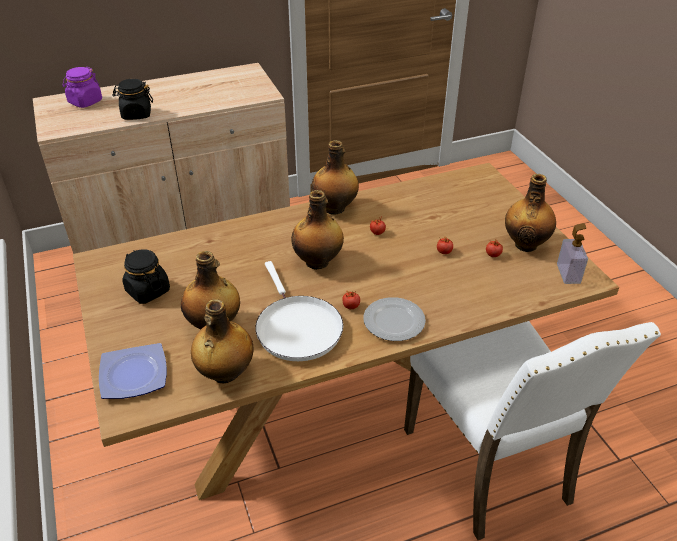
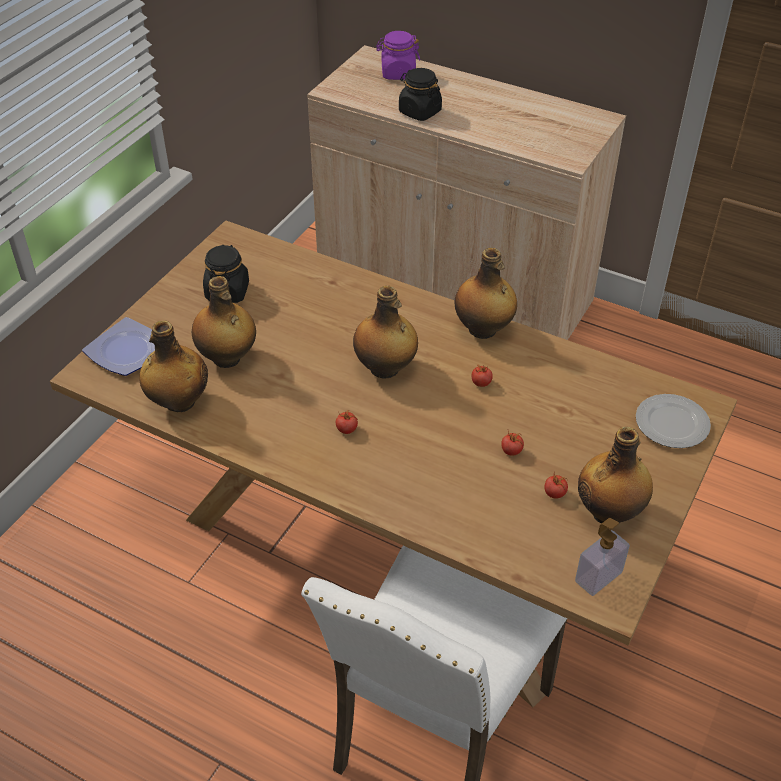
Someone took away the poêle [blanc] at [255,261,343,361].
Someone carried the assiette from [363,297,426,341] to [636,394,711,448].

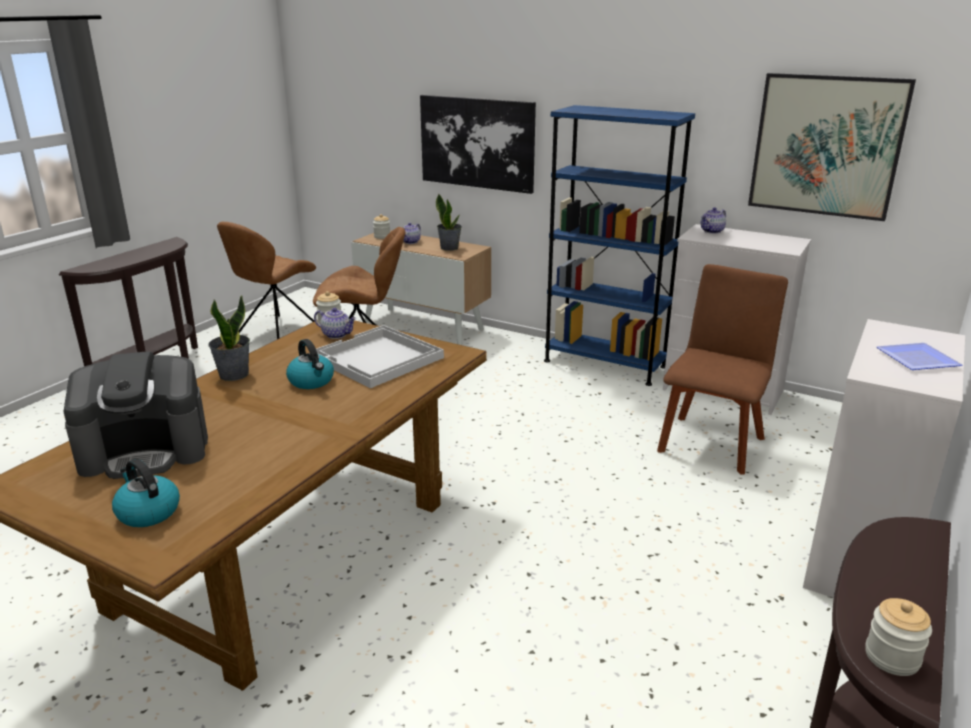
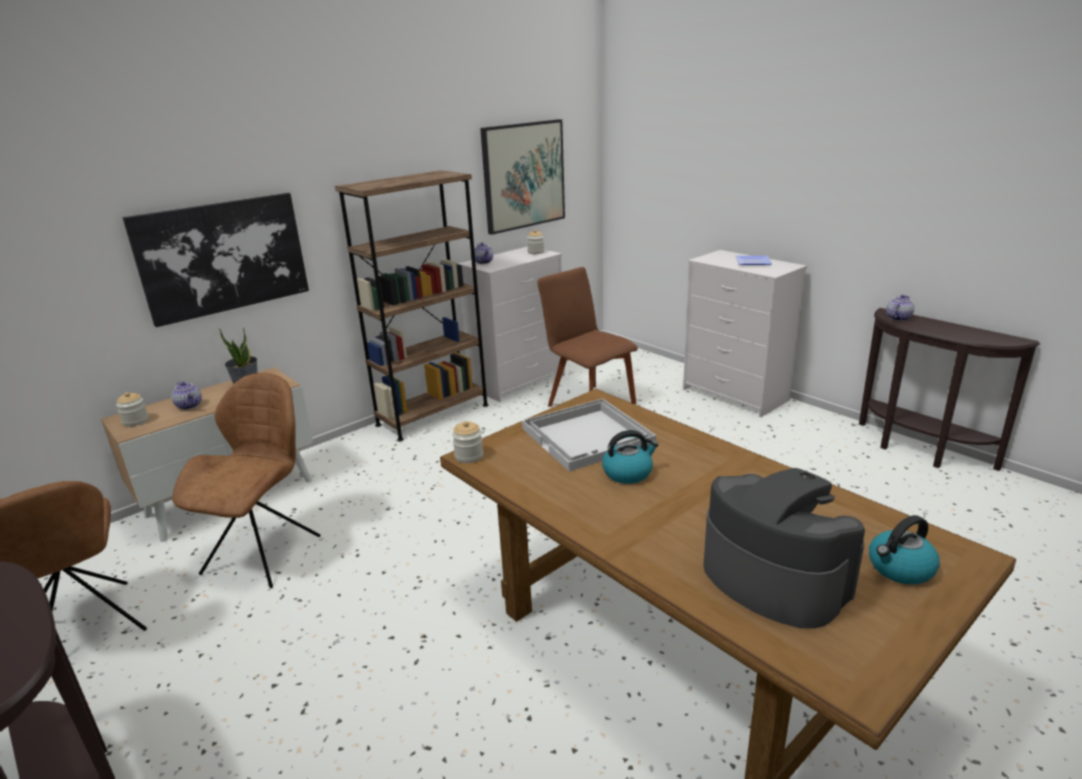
Someone repainted the bibliothèque [bleu] at [544,105,695,386], which became the bibliothèque [marron] at [335,170,489,441].
Someone took away the plante en pot at [208,295,250,381].
Someone carried the théière from [314,308,357,339] to [886,295,914,321].
Someone rotated the machine à café at [64,351,208,479] by 45 degrees counterclockwise.
Someone carried the bocal from [865,598,932,676] to [527,230,544,254].

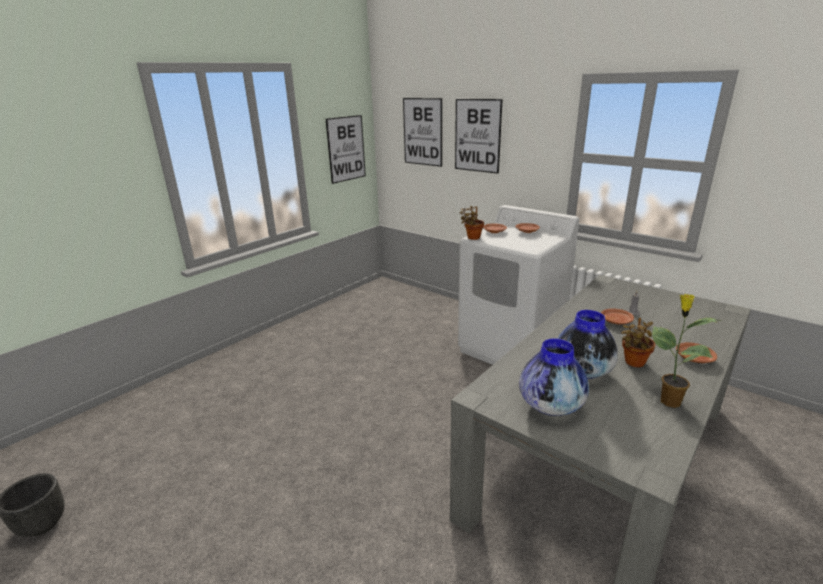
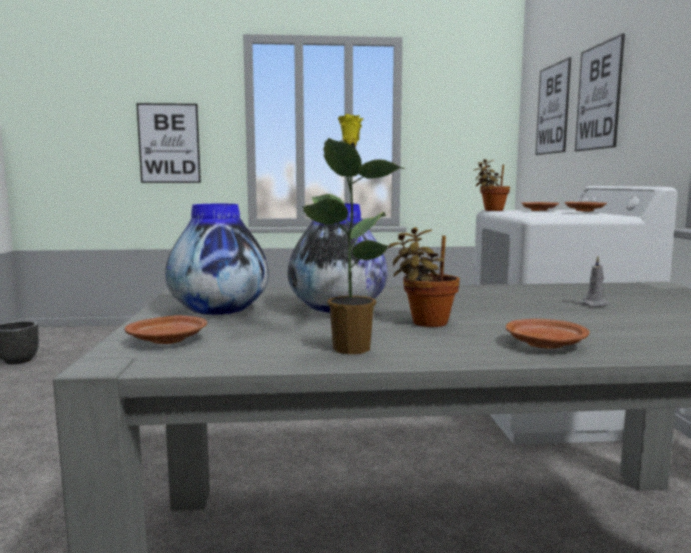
Someone carried the tableau from [326,115,366,184] to [136,103,201,183].
Someone carried the assiette [marron] from [601,308,634,324] to [125,315,207,344].

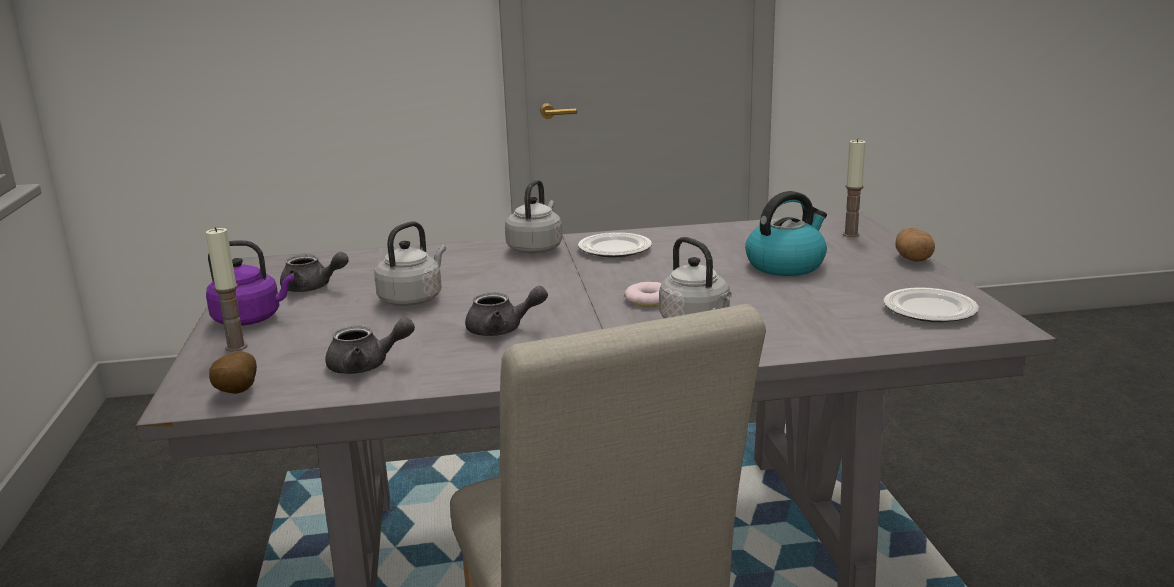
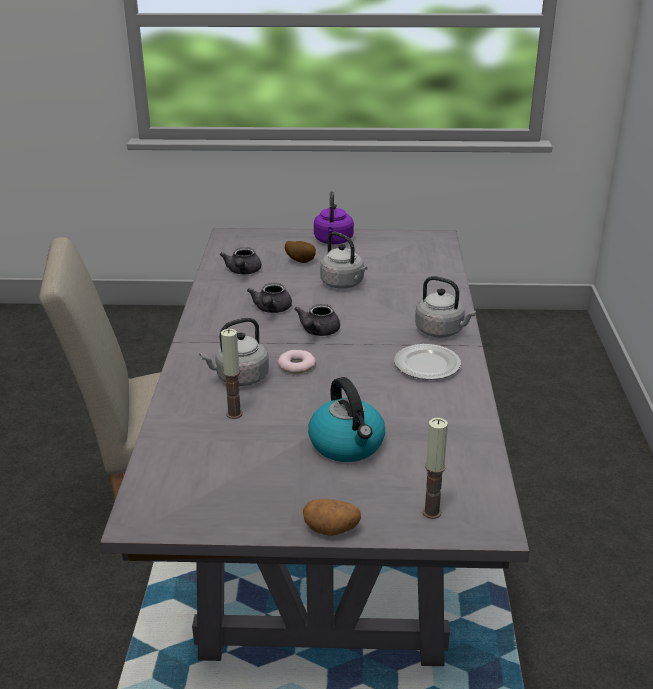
Someone carried the bougie from [205,227,247,352] to [221,329,243,419].
Someone carried the théière [gris] from [280,252,349,292] to [294,304,340,336].
Someone took away the assiette at [883,287,979,322].
Someone carried the pomme de terre from [209,352,257,394] to [285,241,316,263].

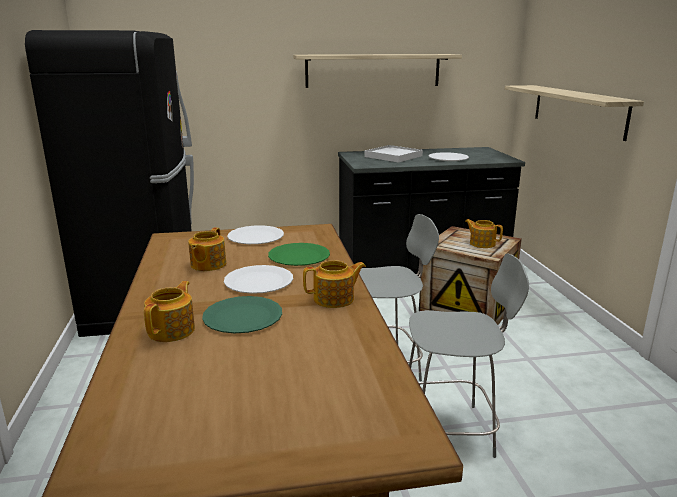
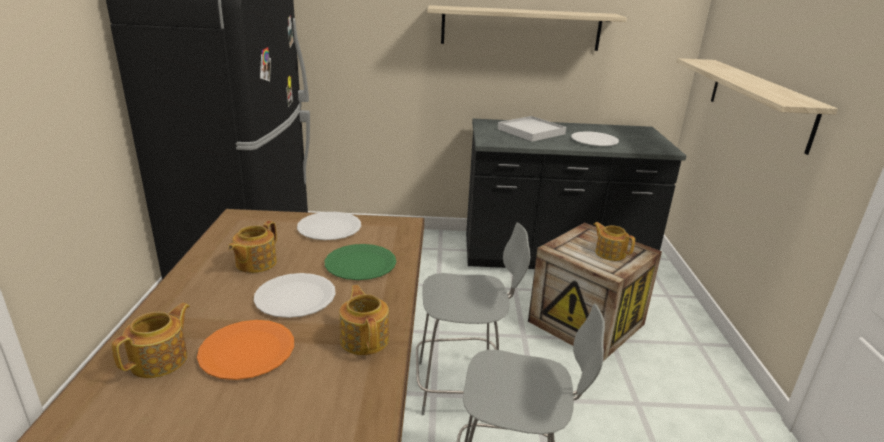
Someone rotated the théière at [303,260,366,308] by 105 degrees counterclockwise.
Someone repainted the assiette [vert] at [202,296,282,333], which became the assiette [orange] at [197,320,294,380].

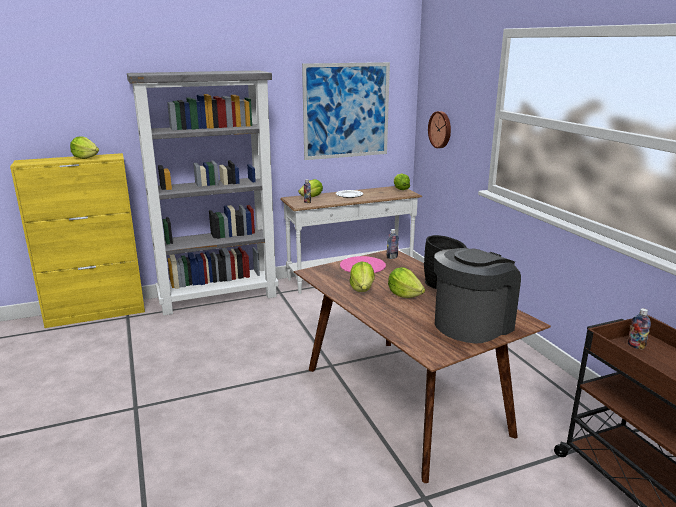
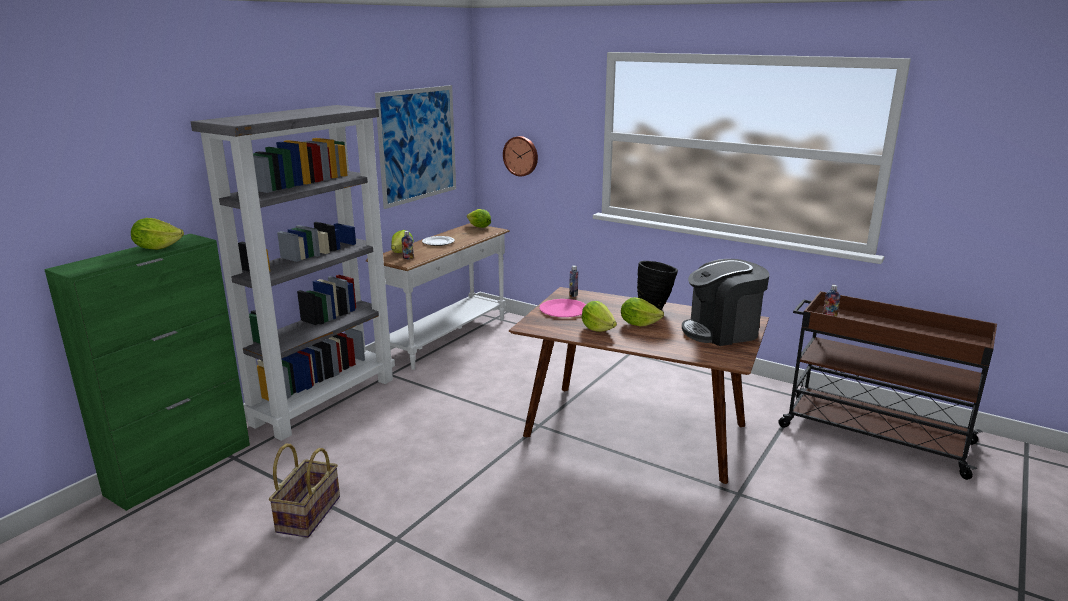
Someone repainted the meuble de rangement [jaune] at [10,153,145,328], which became the meuble de rangement [vert] at [44,234,250,511].
Someone rotated the machine à café at [434,248,521,344] by 120 degrees counterclockwise.
Someone put down the panier at [269,444,340,538].

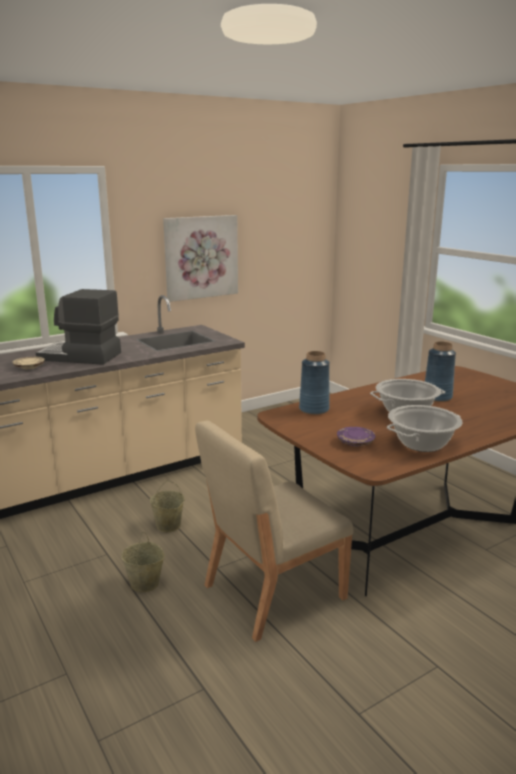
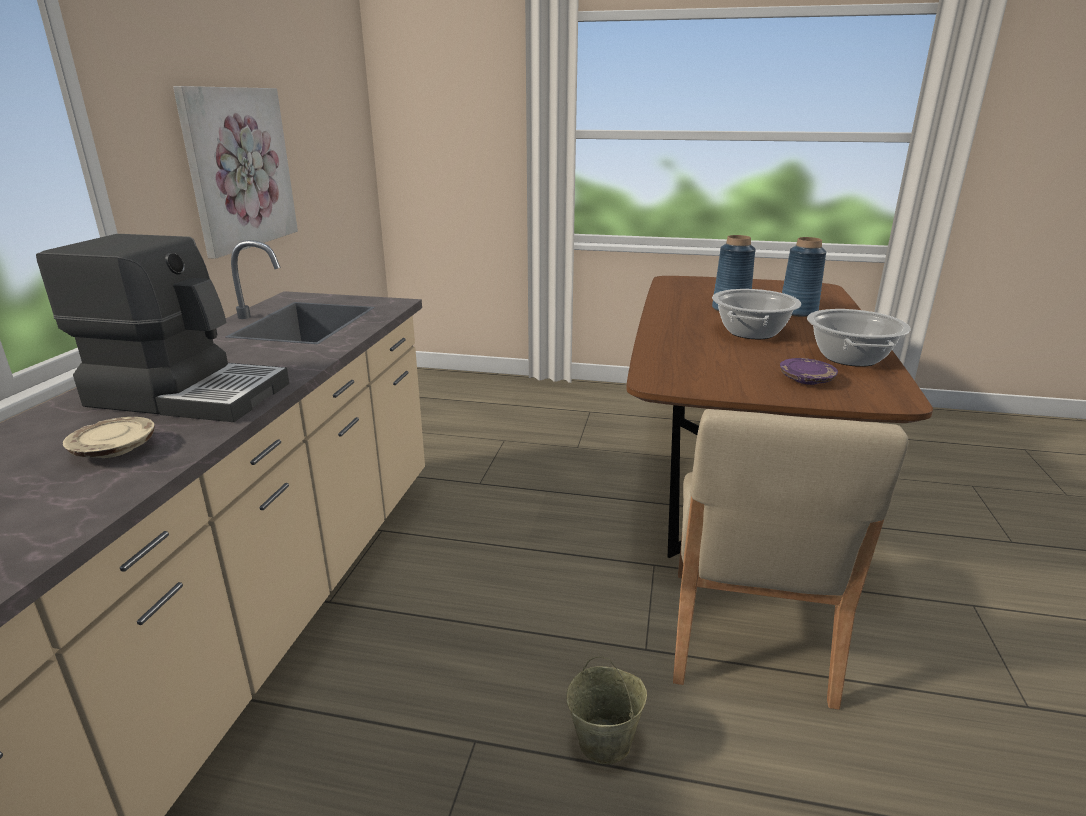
Someone rotated the machine à café at [36,289,121,365] by 135 degrees counterclockwise.
Someone carried the vase [bleu] from [299,351,330,415] to [782,237,827,317].
Someone took away the seau [beige] at [150,481,184,532].

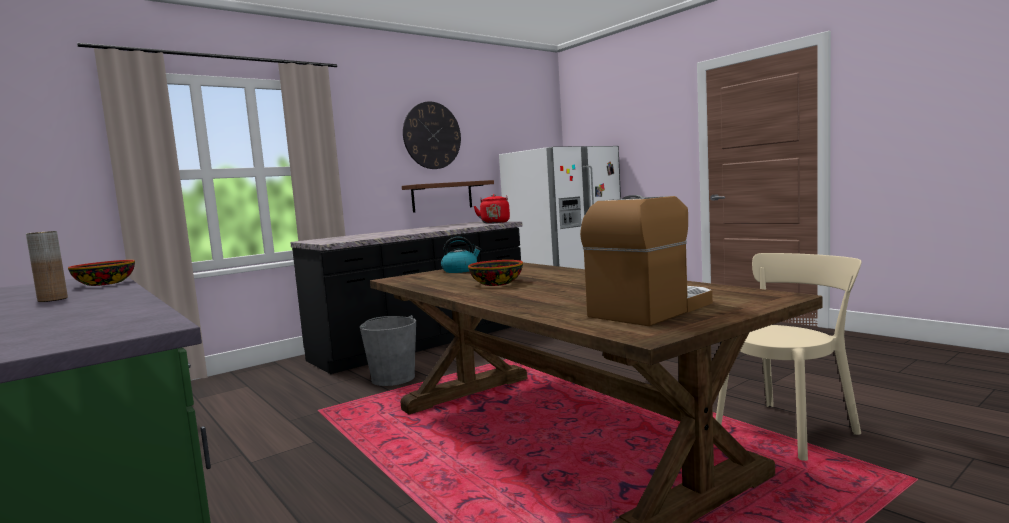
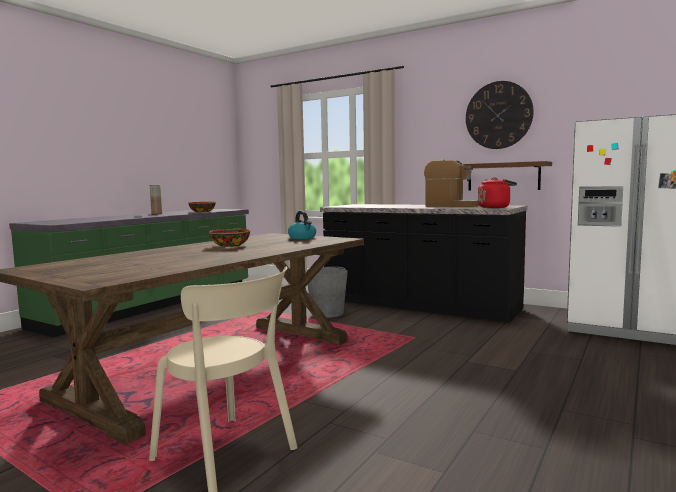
Someone carried the machine à café from [580,195,713,326] to [424,160,479,207].

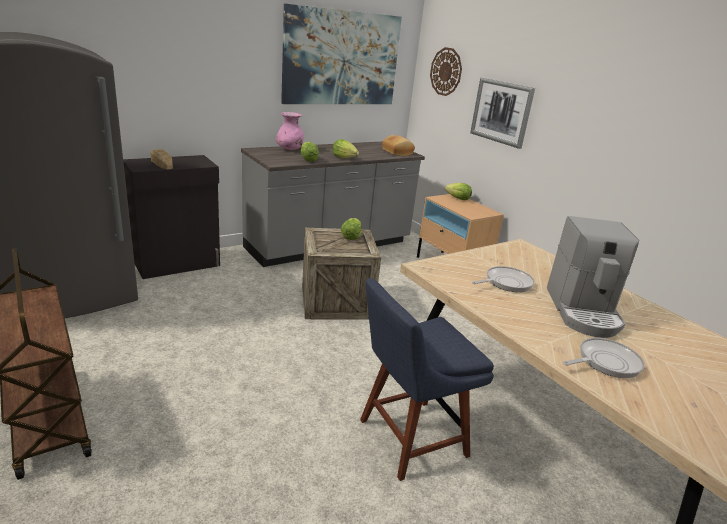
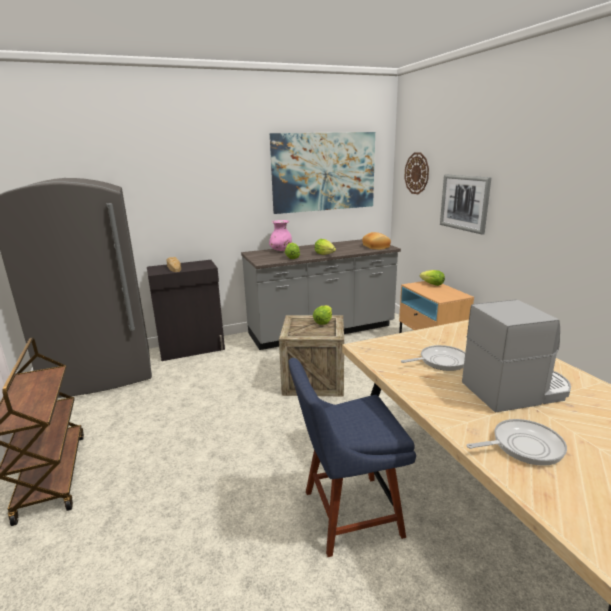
Someone rotated the machine à café at [547,216,639,338] by 120 degrees counterclockwise.

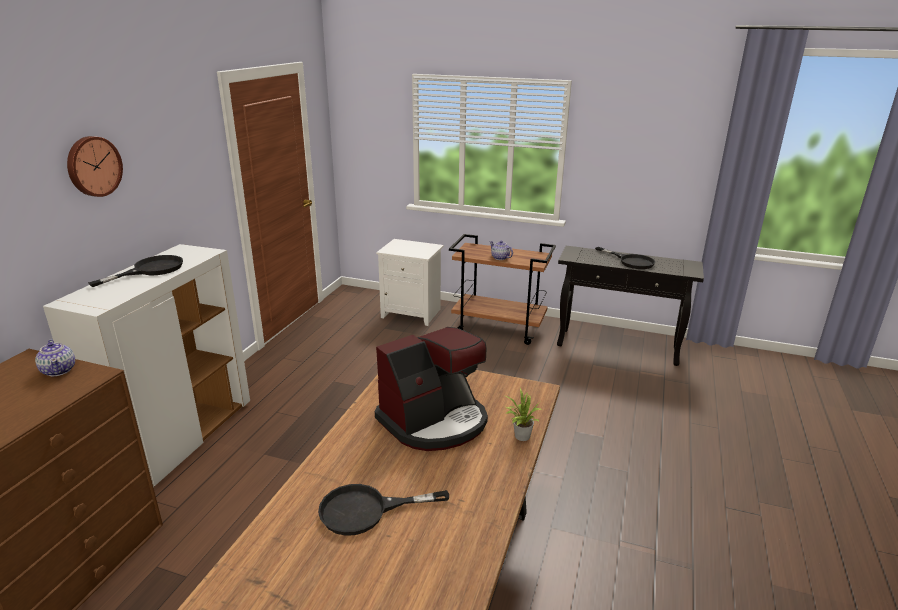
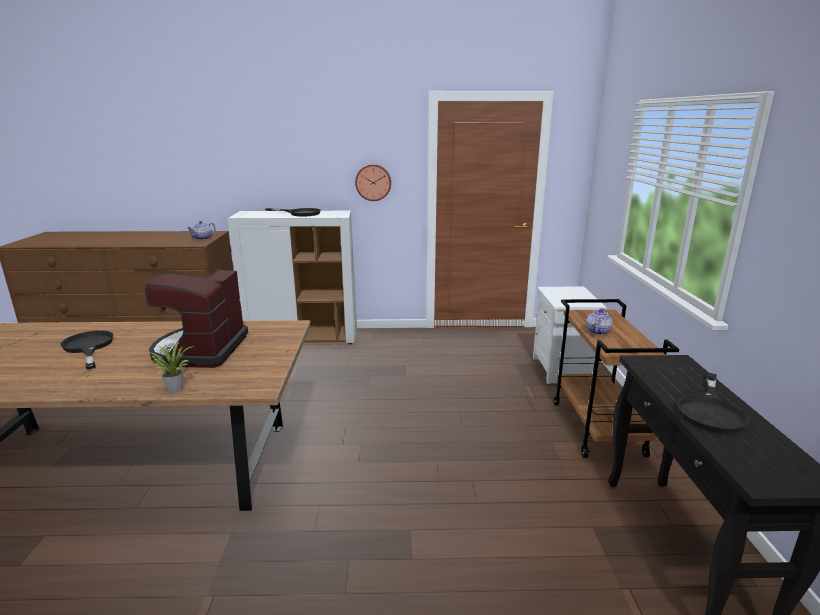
Someone carried the horloge murale from [67,136,123,197] to [355,164,391,201].
Someone rotated the machine à café at [375,327,488,451] by 60 degrees clockwise.

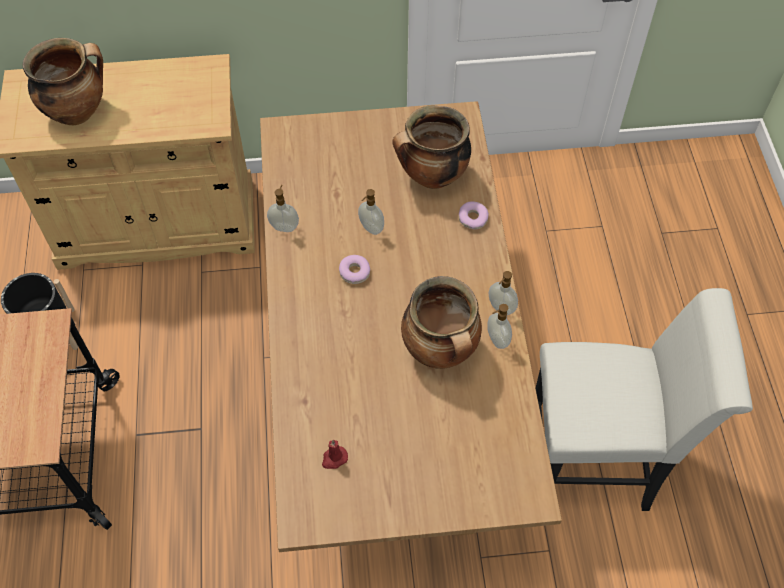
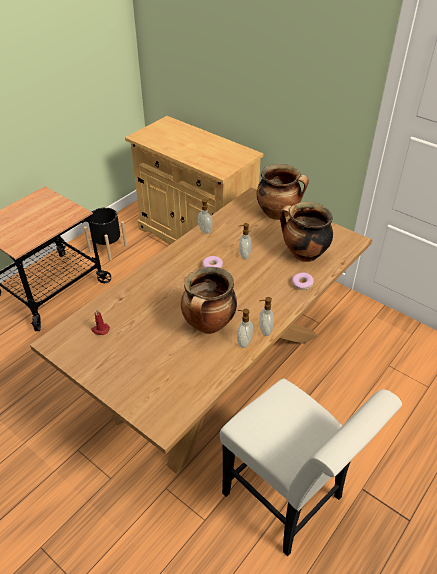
Someone carried the marmite from [23,38,103,125] to [256,164,309,220].

